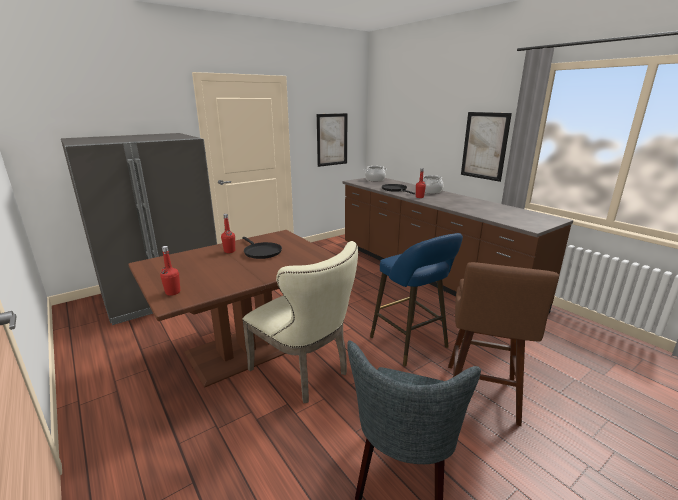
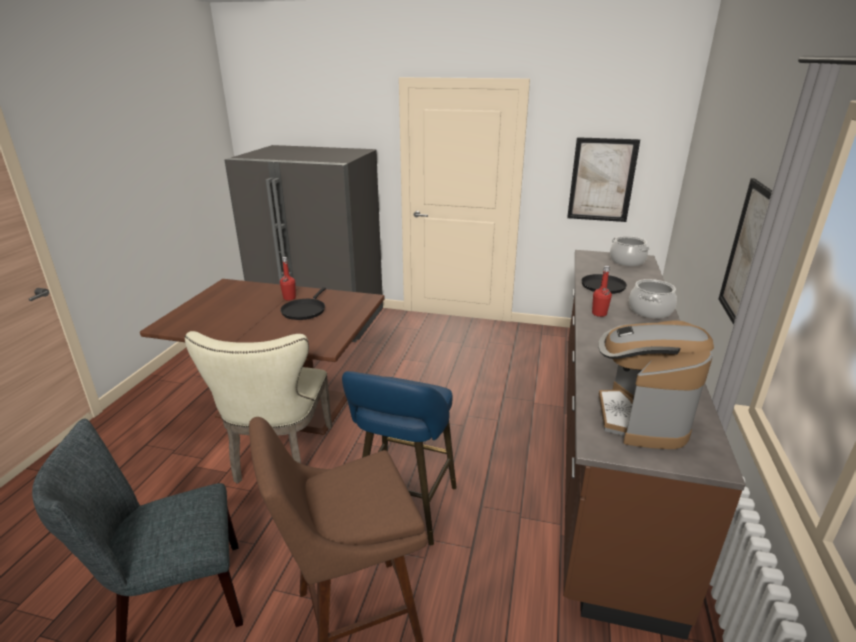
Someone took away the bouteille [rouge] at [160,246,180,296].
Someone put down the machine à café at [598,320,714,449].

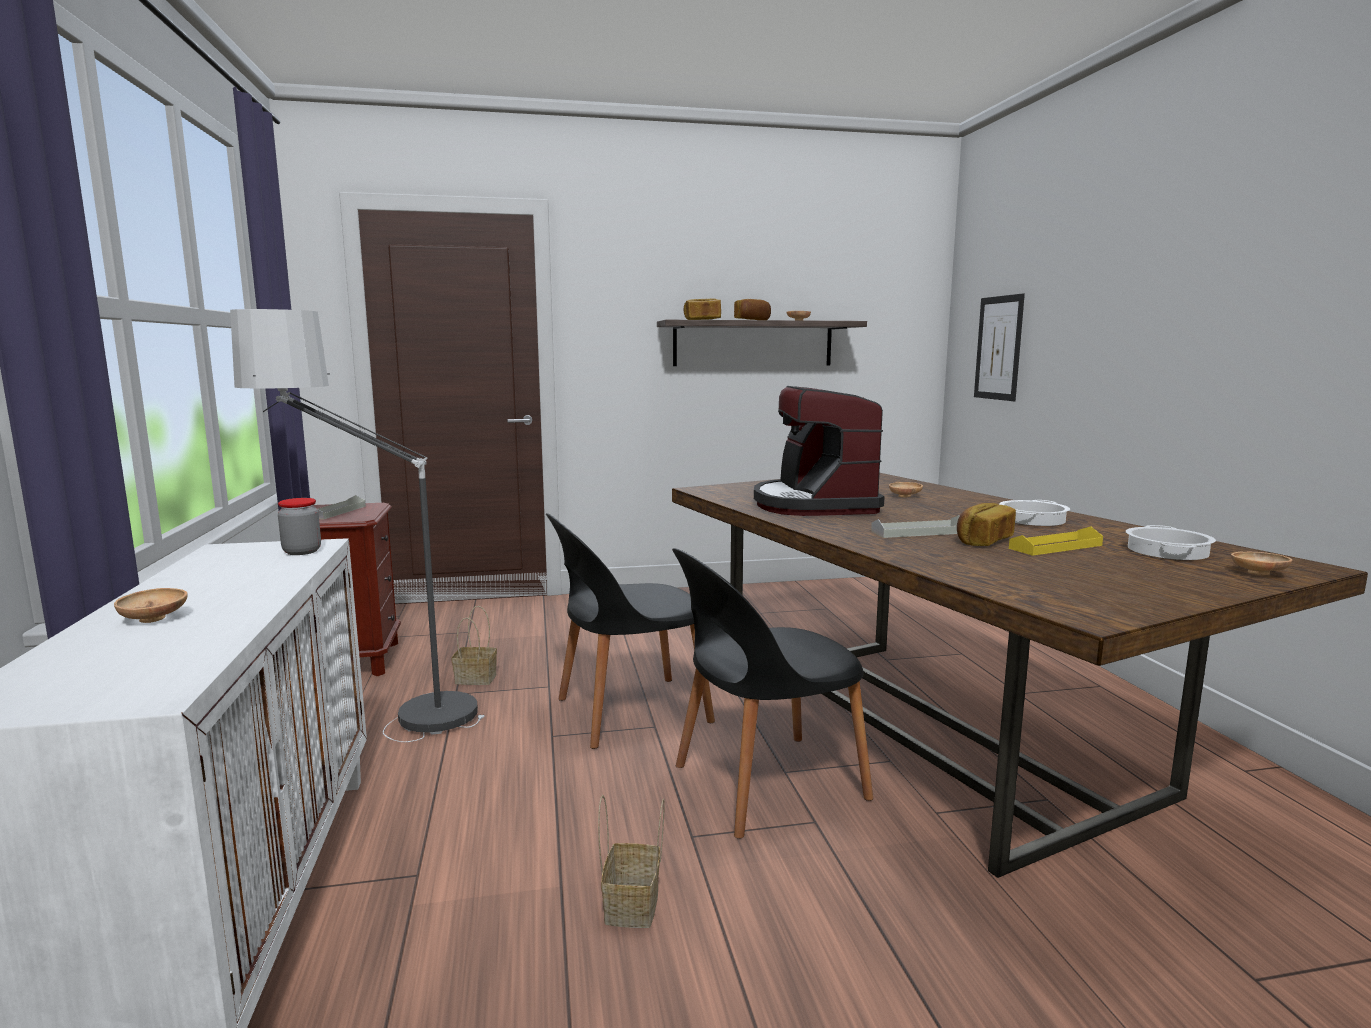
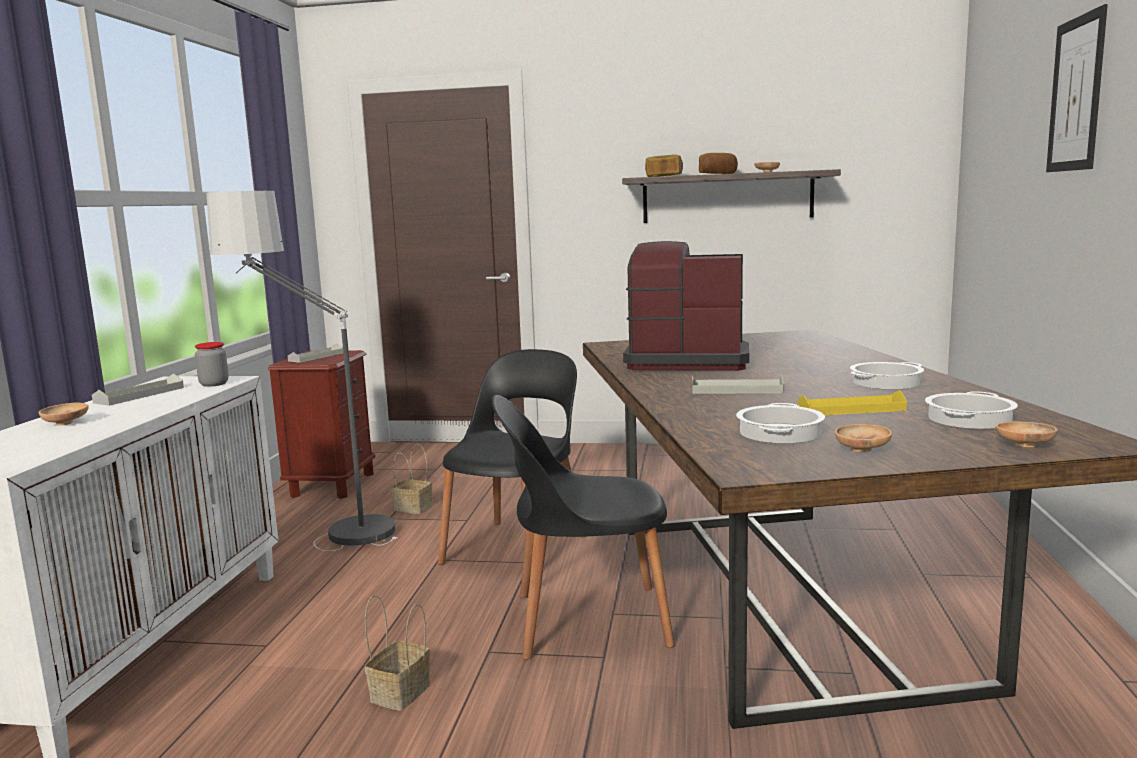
Someone carried the tableau from [974,293,1025,401] to [1046,4,1108,172].
Someone rotated the machine à café at [754,386,885,516] by 90 degrees clockwise.
Someone carried the bol [marron] from [889,482,923,497] to [835,424,892,452].
Someone took away the pain at [957,503,1016,546].
Someone rotated the chaise [noir] at [546,513,715,749] by 120 degrees clockwise.
Someone put down the plateau [gris] at [92,374,184,406].
Someone put down the marmite at [736,403,825,444].

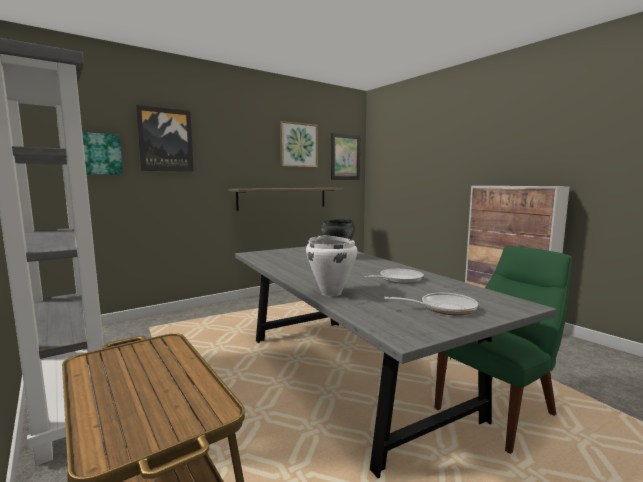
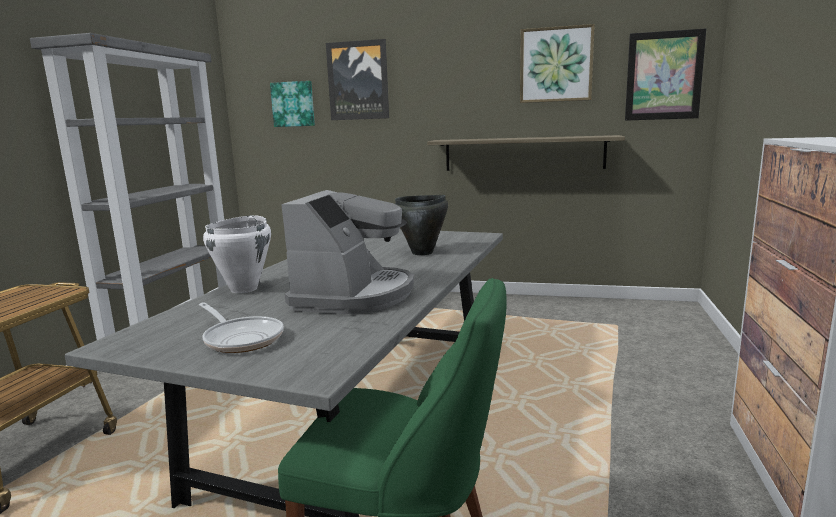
Someone swapped the poêle at [363,269,424,284] for the machine à café at [281,190,414,314].

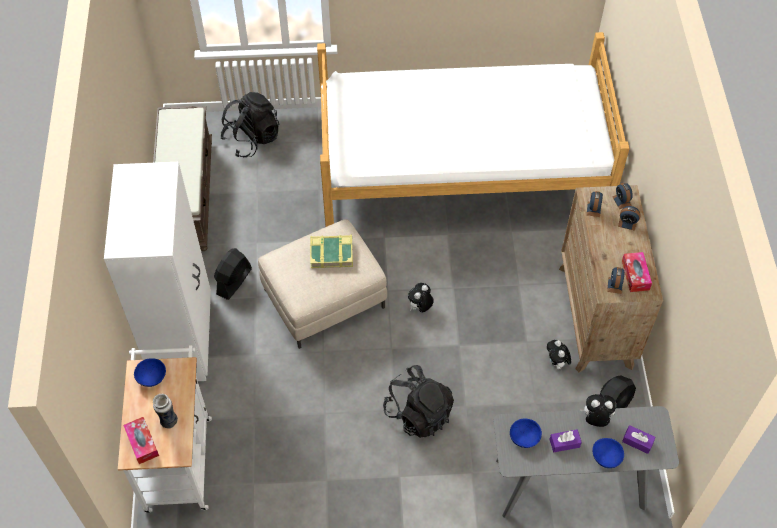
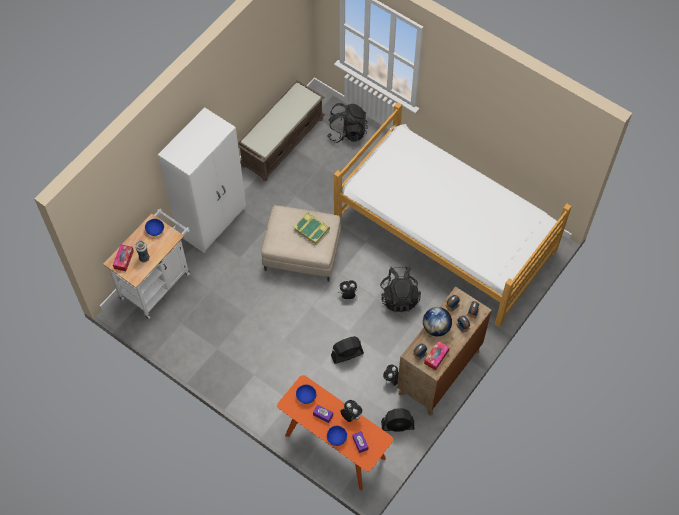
Someone carried the ventilateur [noir] from [214,248,252,300] to [331,336,364,364].
Someone carried the sac à dos [noir] from [383,365,454,438] to [380,267,421,313].
Someone repainted the table console [gris] at [494,406,679,518], which became the table console [orange] at [277,375,393,490].
Someone put down the globe at [423,307,452,336].

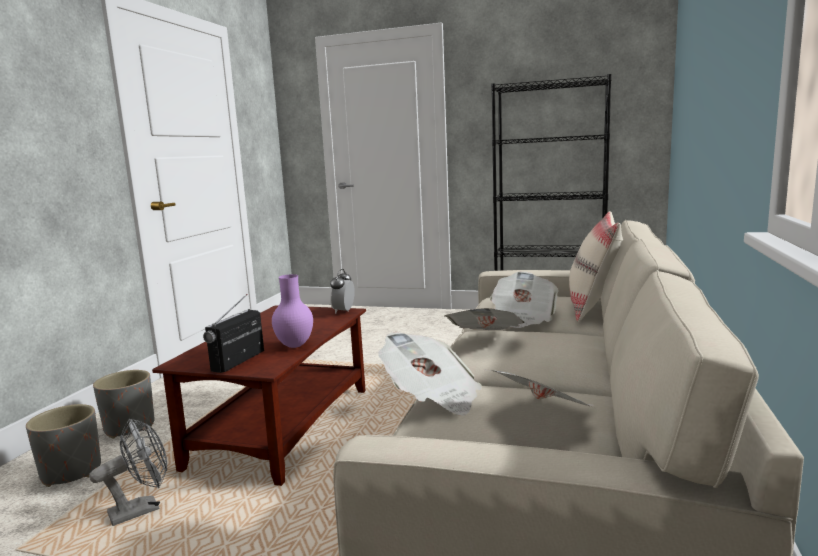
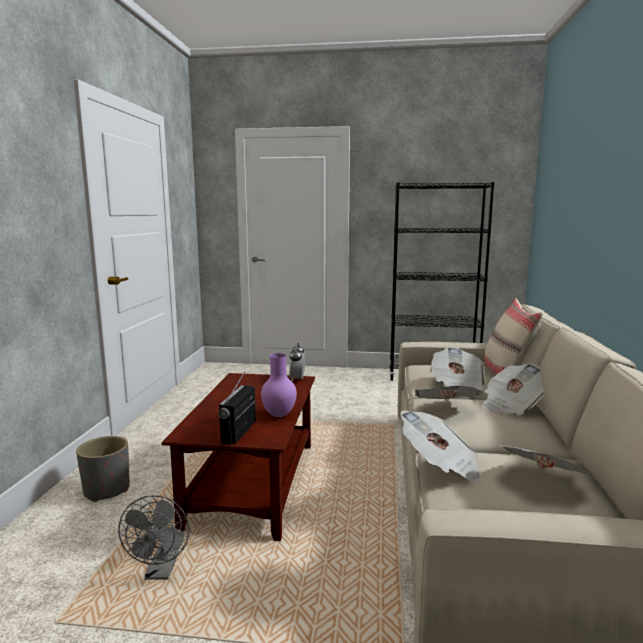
Someone took away the cache-pot [gris] at [26,404,101,487].
Someone rotated the ventilateur [gris] at [89,418,167,526] by 135 degrees clockwise.
Someone put down the journal at [482,364,544,415].

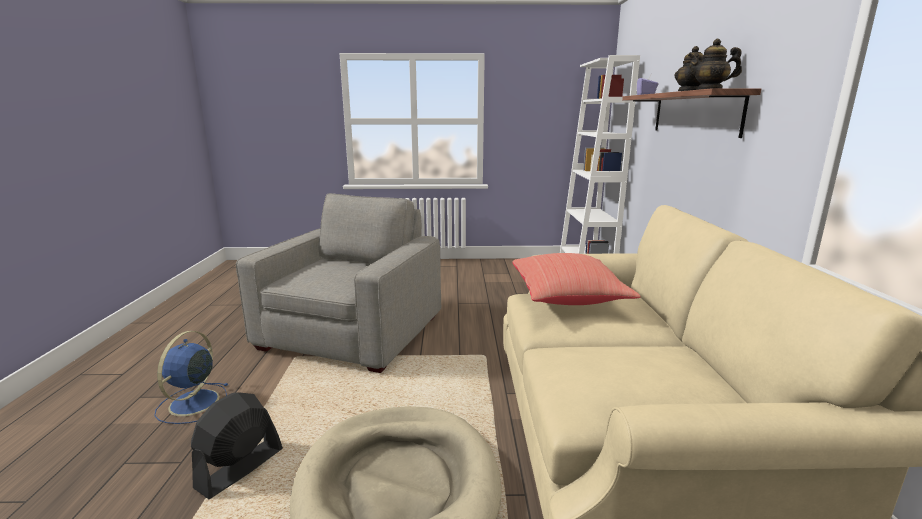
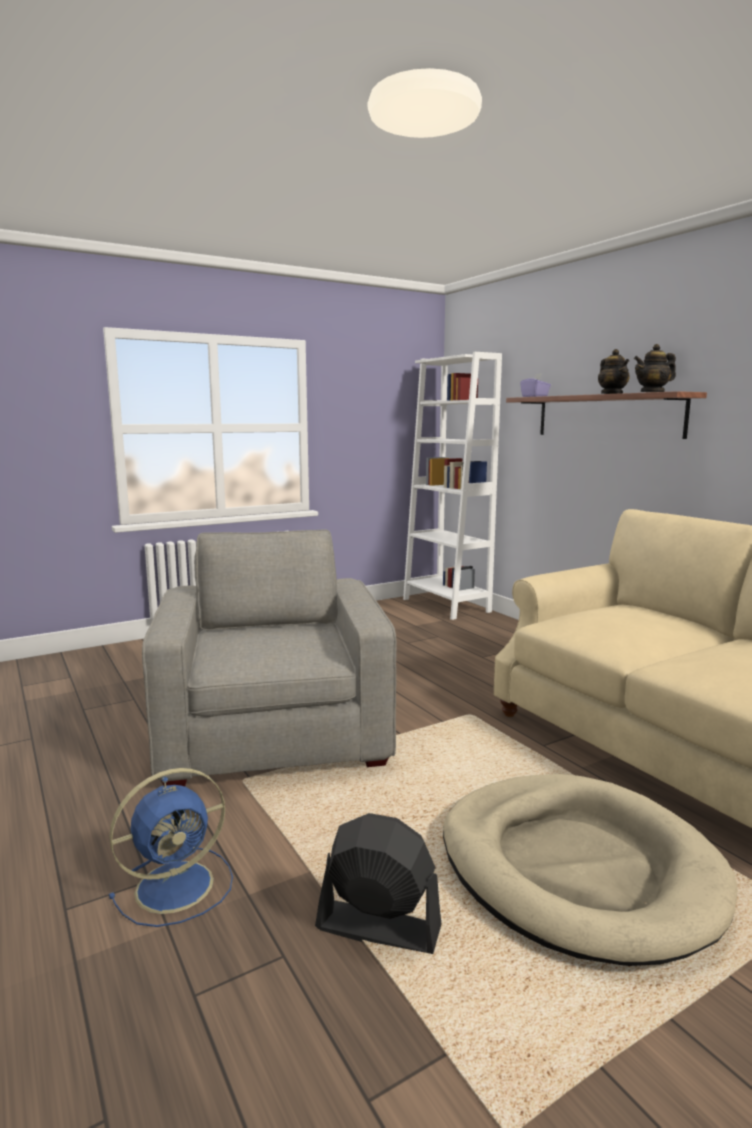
Someone took away the coussin [rouge] at [512,253,641,305].
Someone rotated the ventilateur [bleu] at [154,331,229,424] by 105 degrees counterclockwise.
Someone rotated the ventilateur [noir] at [191,392,283,499] by 105 degrees clockwise.

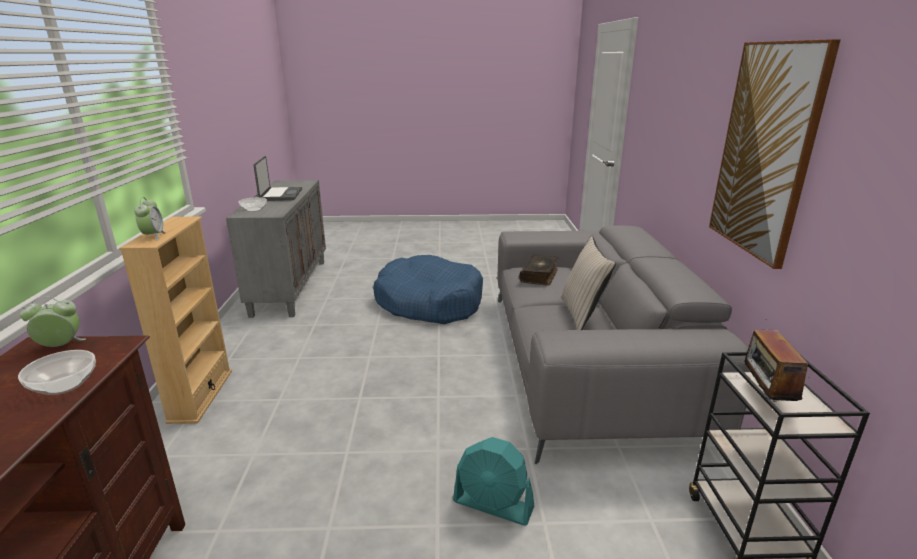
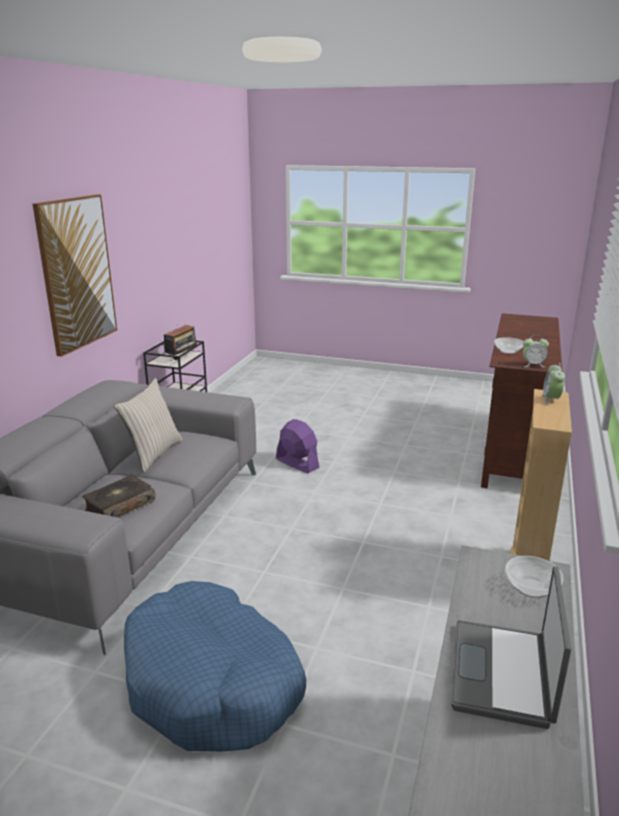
Someone repainted the ventilateur [turquoise] at [453,437,534,526], which became the ventilateur [violet] at [276,419,320,473].

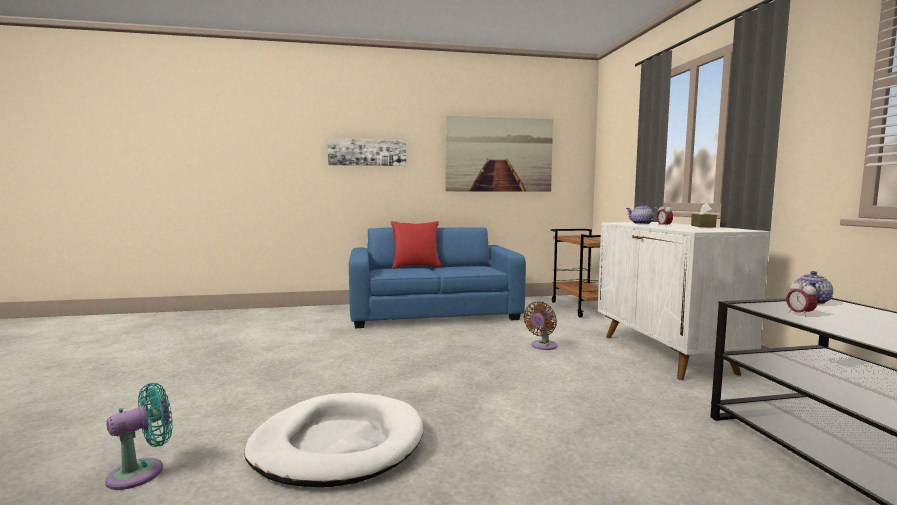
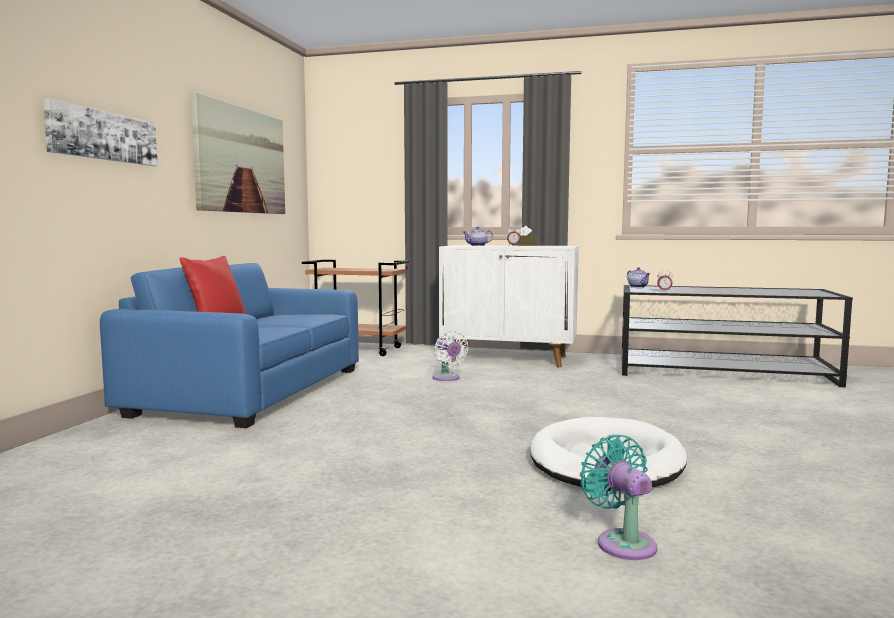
Someone repainted the ventilateur [marron] at [524,302,557,350], which became the ventilateur [blanc] at [433,330,469,381].

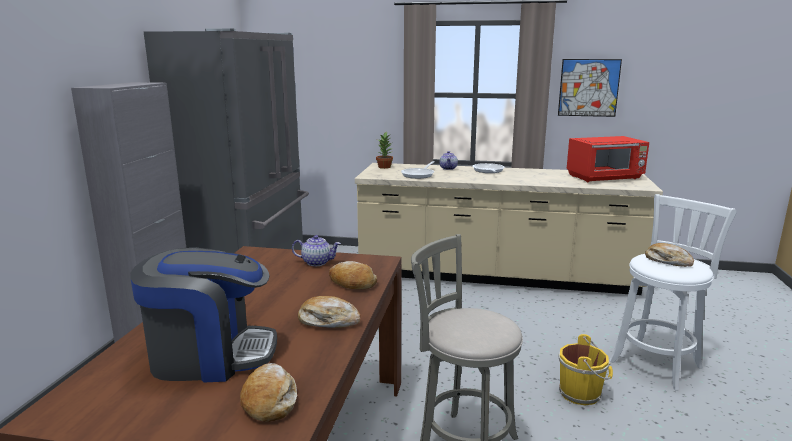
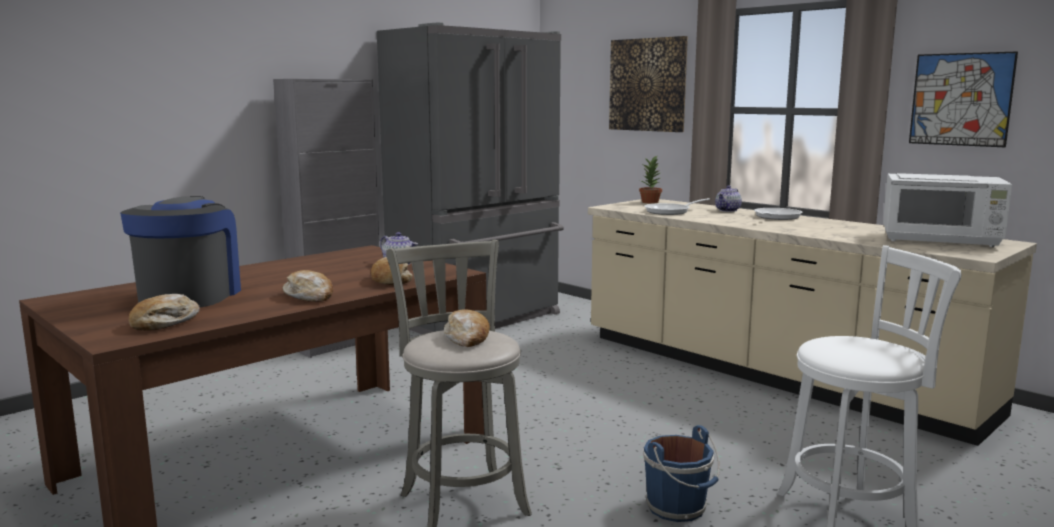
Someone repainted the micro-ondes [rouge] at [567,136,649,182], which became the micro-ondes [blanc] at [883,173,1012,247].
Someone carried the pain from [645,243,694,267] to [444,309,490,347].
Someone rotated the machine à café at [130,247,277,382] by 120 degrees counterclockwise.
Someone repainted the seau [jaune] at [559,334,613,405], which became the seau [bleu] at [643,425,720,522].
Someone put up the tableau at [609,36,688,132].

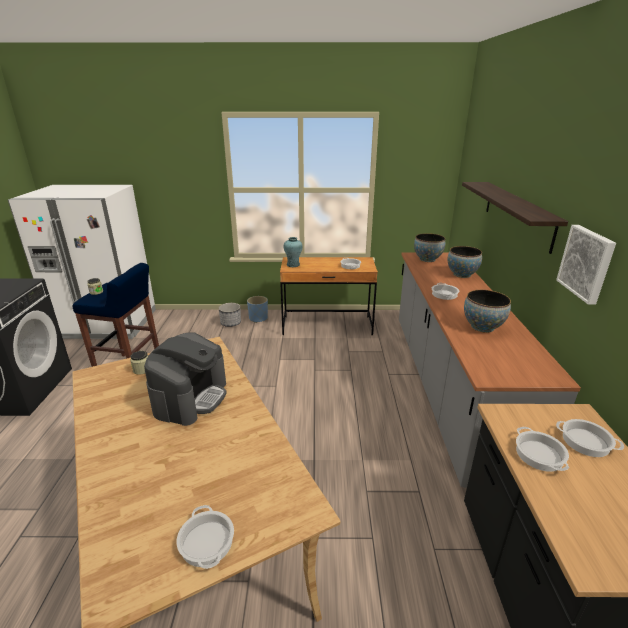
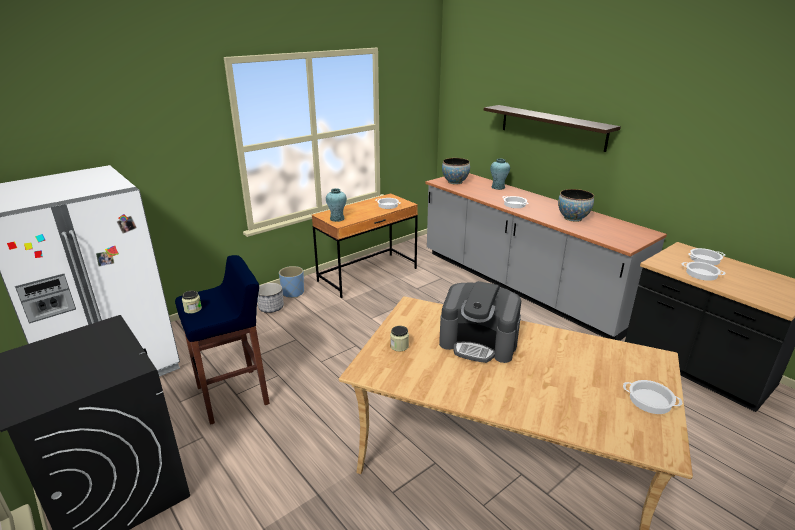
Someone took away the tableau at [556,225,616,305].
Someone swapped the bol at [448,246,482,278] for the vase [turquoise] at [490,159,510,190].
Someone rotated the machine à café at [144,332,227,426] by 135 degrees clockwise.

